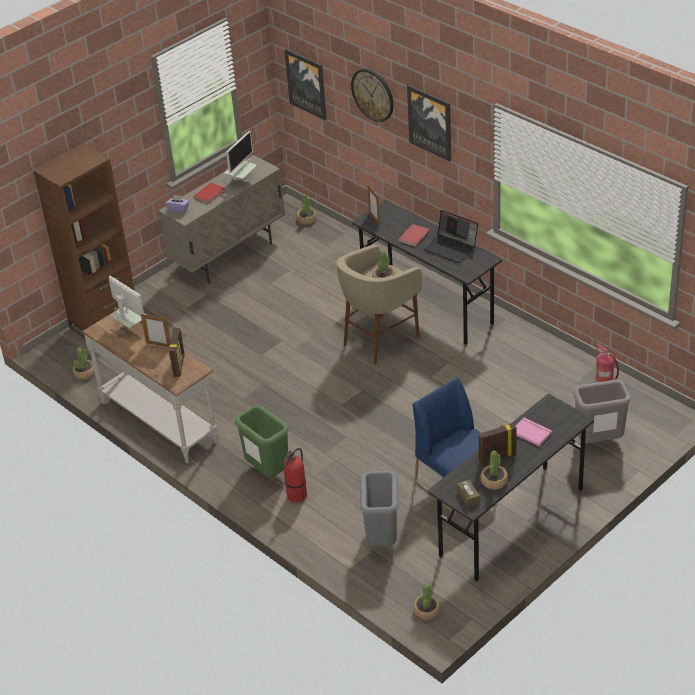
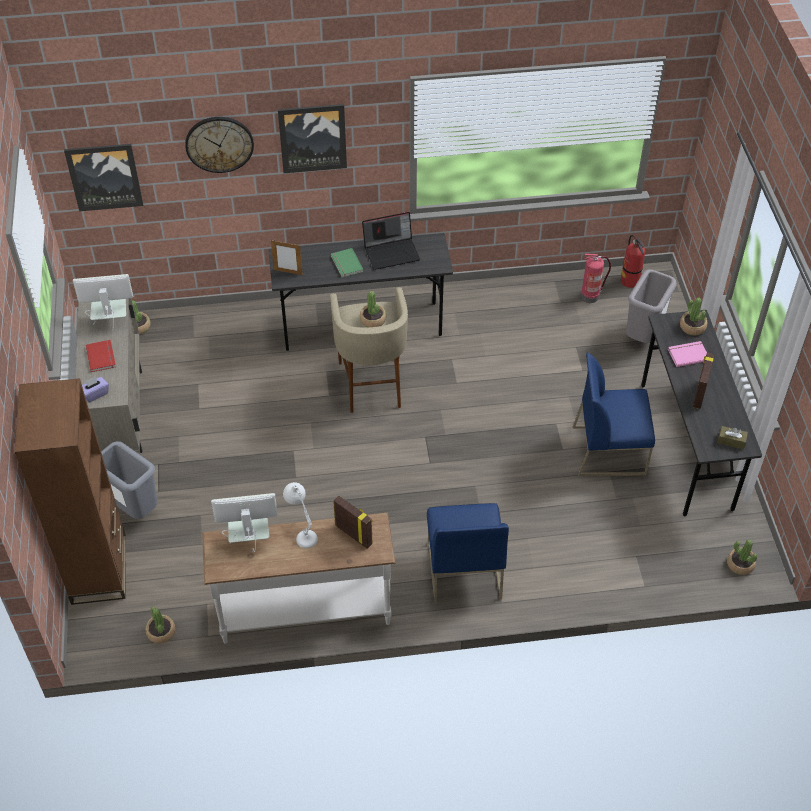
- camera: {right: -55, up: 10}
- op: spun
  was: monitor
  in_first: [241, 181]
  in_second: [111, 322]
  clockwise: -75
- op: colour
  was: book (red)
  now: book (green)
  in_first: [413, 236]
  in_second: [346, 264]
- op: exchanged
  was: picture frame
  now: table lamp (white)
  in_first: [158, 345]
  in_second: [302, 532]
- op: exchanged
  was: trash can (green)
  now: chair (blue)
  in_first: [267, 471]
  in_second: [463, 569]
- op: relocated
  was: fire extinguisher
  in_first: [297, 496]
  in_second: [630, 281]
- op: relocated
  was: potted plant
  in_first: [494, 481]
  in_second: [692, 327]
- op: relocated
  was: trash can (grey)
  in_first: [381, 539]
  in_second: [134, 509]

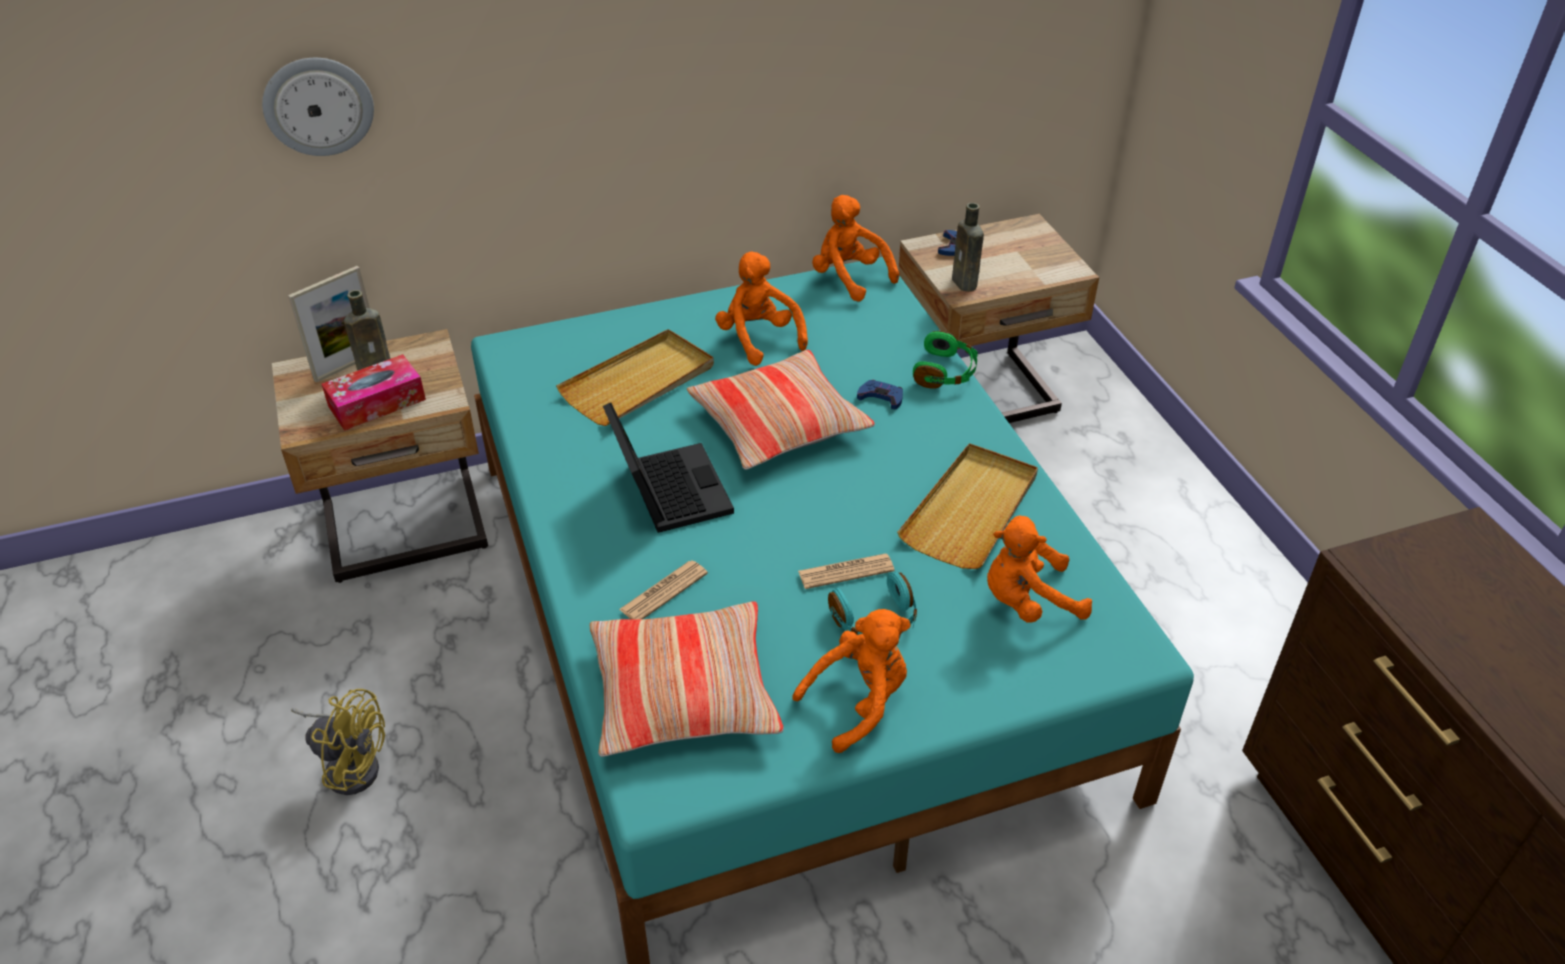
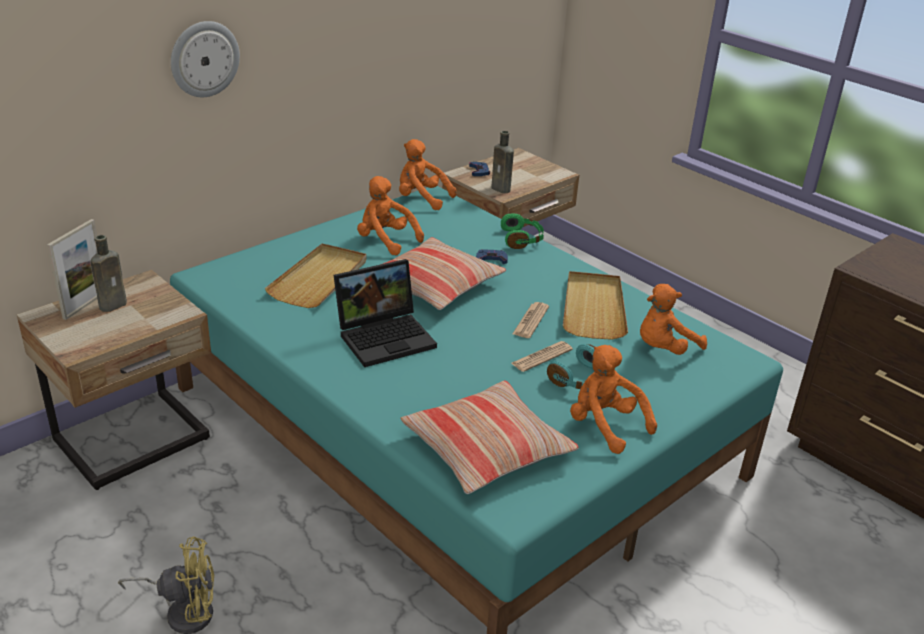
- camera: {right: -25, up: -10}
- op: relocated
  was: wall clock
  in_first: [318, 106]
  in_second: [204, 59]
- op: missing
  was: tissue box
  in_first: [377, 403]
- op: spun
  was: laptop
  in_first: [667, 490]
  in_second: [386, 336]
  clockwise: 105
- op: relocated
  was: newspaper
  in_first: [663, 592]
  in_second: [530, 321]
- op: spun
  was: plush toy (orange)
  in_first: [859, 702]
  in_second: [605, 425]
  clockwise: -75

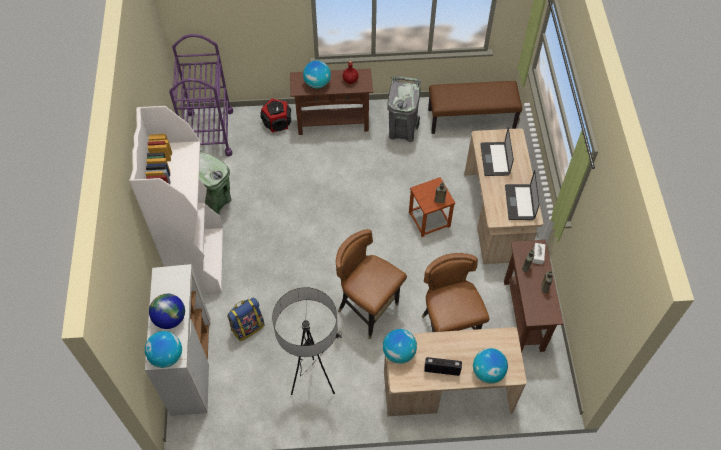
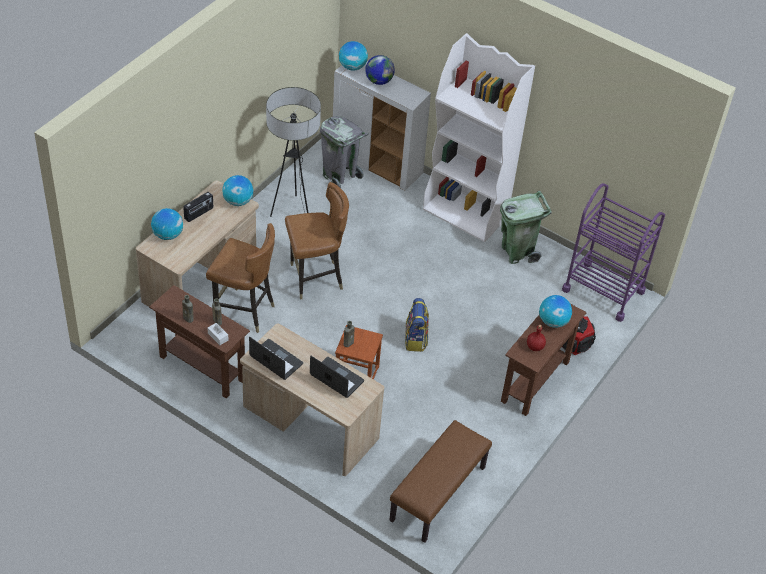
- camera: {right: 125, up: -10}
- op: relocated
  was: trash can (grey)
  in_first: [402, 131]
  in_second: [340, 176]
- op: relocated
  was: backpack
  in_first: [247, 326]
  in_second: [416, 340]

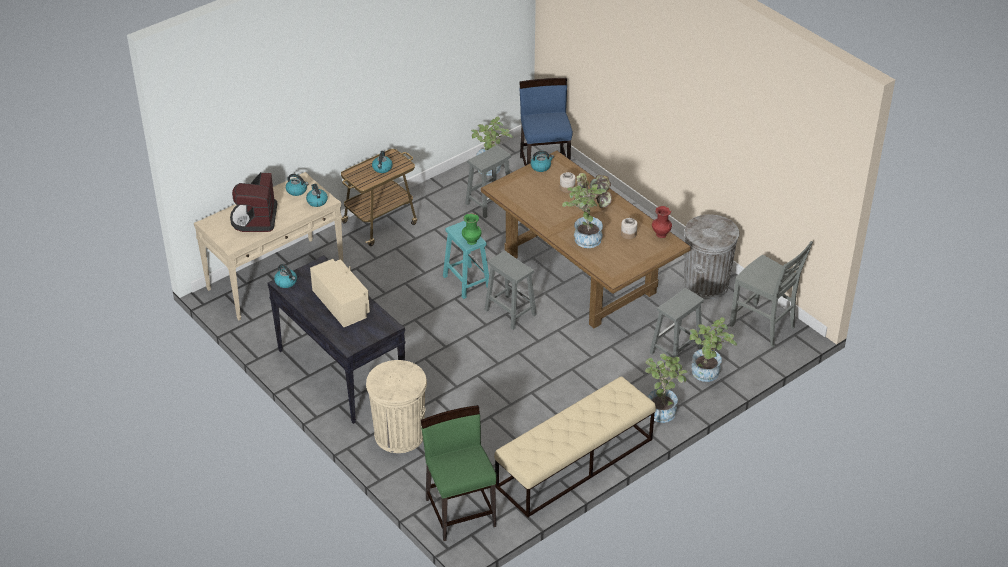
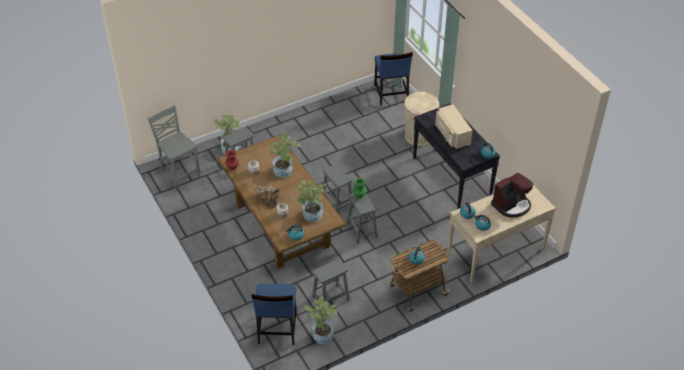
- camera: {right: -170, up: 5}
- op: spun
  was: coffee machine
  in_first: [255, 218]
  in_second: [511, 205]
  clockwise: 45
- op: missing
  was: trash can (grey)
  in_first: [705, 284]
- op: colour
  was: stool (turquoise)
  now: stool (grey)
  in_first: [466, 281]
  in_second: [362, 231]
- op: relocated
  was: potted plant
  in_first: [662, 409]
  in_second: [311, 216]
- op: missing
  was: bench (beige)
  in_first: [574, 463]
- op: colour
  was: chair (green)
  now: chair (blue)
  in_first: [461, 512]
  in_second: [391, 94]

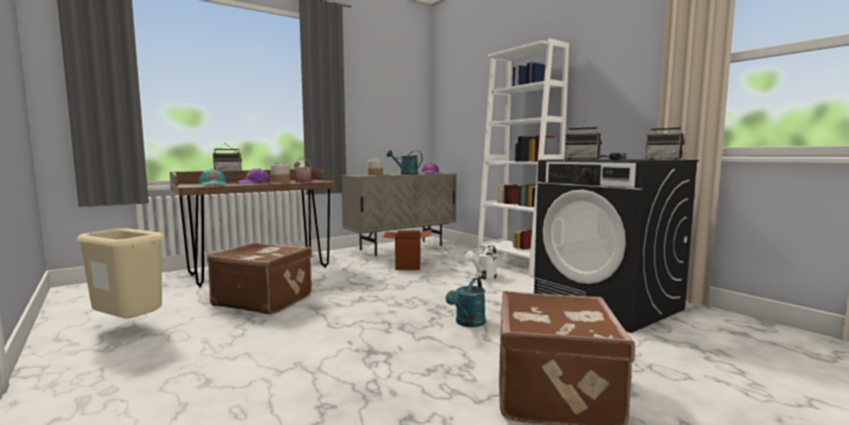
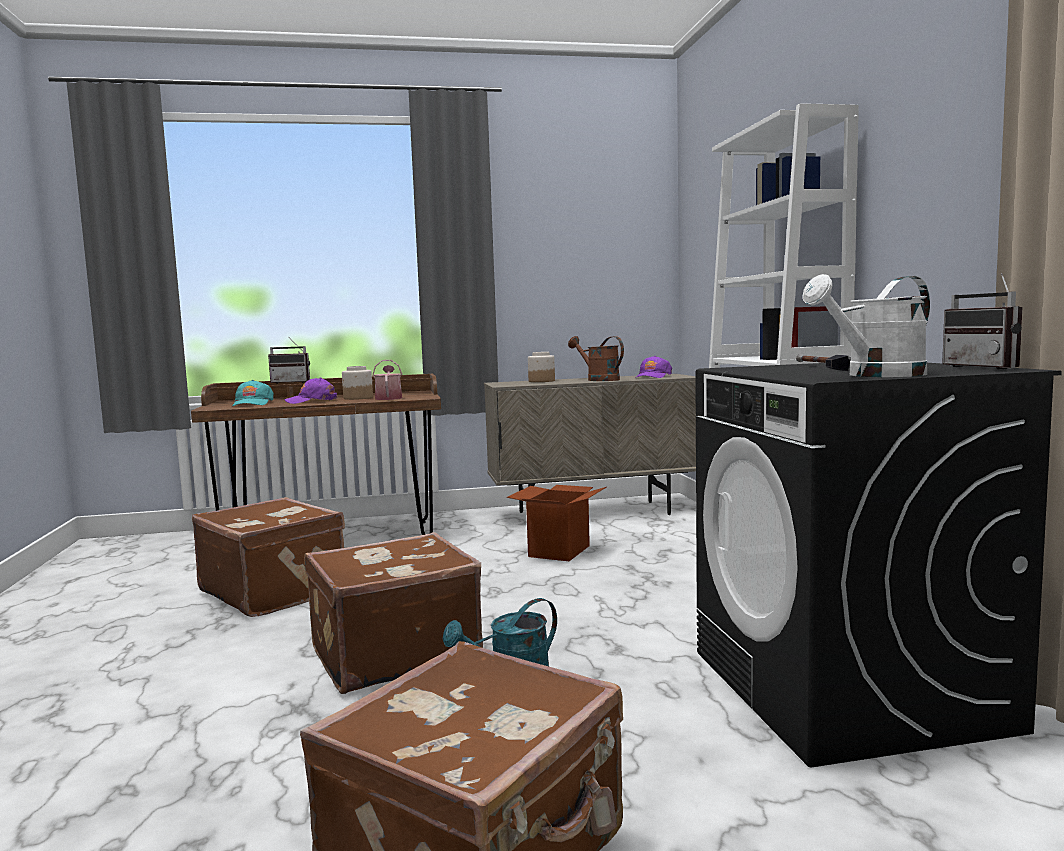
- camera: {right: 25, up: 0}
- op: missing
  was: radio
  in_first: [583, 159]
- op: colour
  was: watering can (turquoise)
  now: watering can (brown)
  in_first: [406, 174]
  in_second: [598, 379]
- op: missing
  was: trash can (beige)
  in_first: [130, 327]
- op: relocated
  was: watering can (white)
  in_first: [483, 277]
  in_second: [876, 375]
- op: appeared
  now: suitcase (brown)
  in_second: [393, 654]

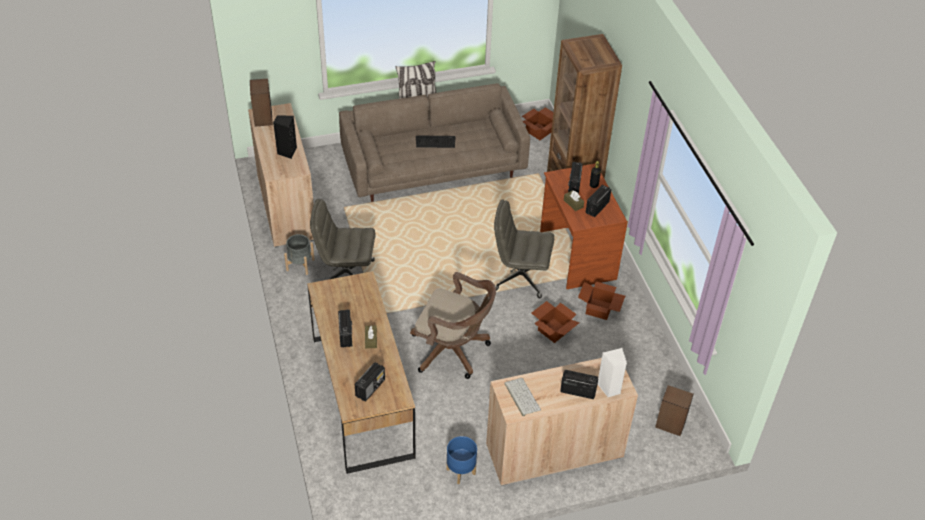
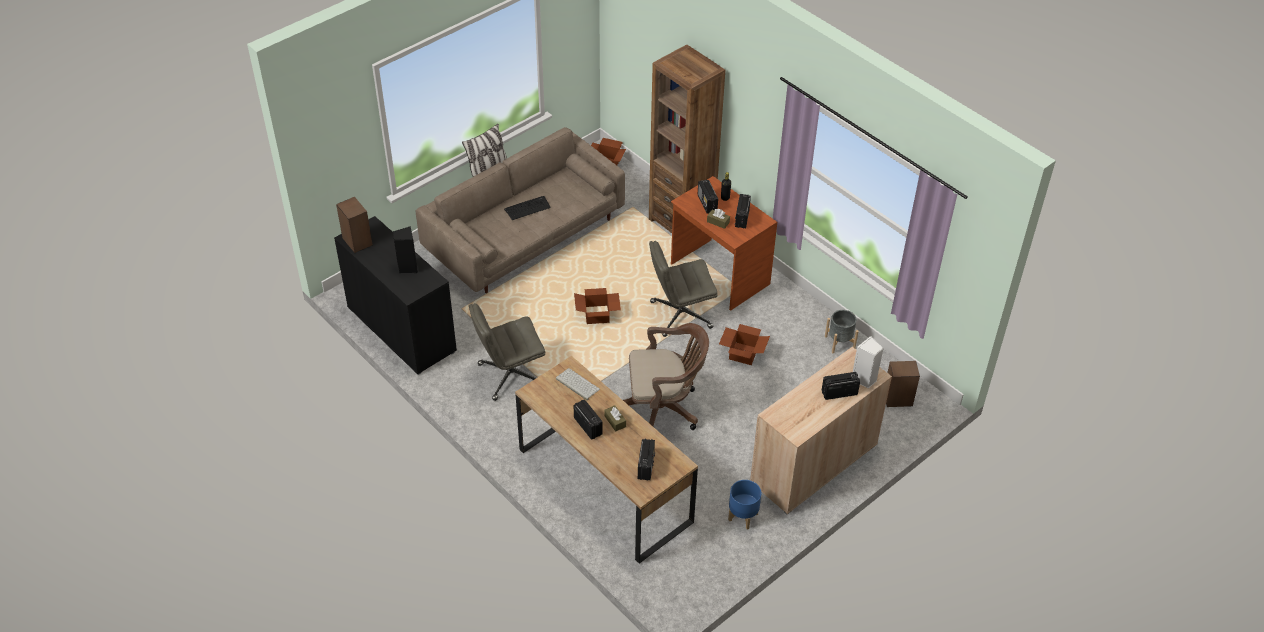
- camera: {right: -25, up: 0}
- op: colour
  was: cabinet (beige)
  now: cabinet (black)
  in_first: [286, 207]
  in_second: [401, 329]
- op: relocated
  was: planter (grey)
  in_first: [300, 265]
  in_second: [839, 342]
- op: relocated
  was: cardboard box
  in_first: [599, 309]
  in_second: [598, 315]
- op: relocated
  was: keyboard
  in_first: [521, 396]
  in_second: [576, 384]

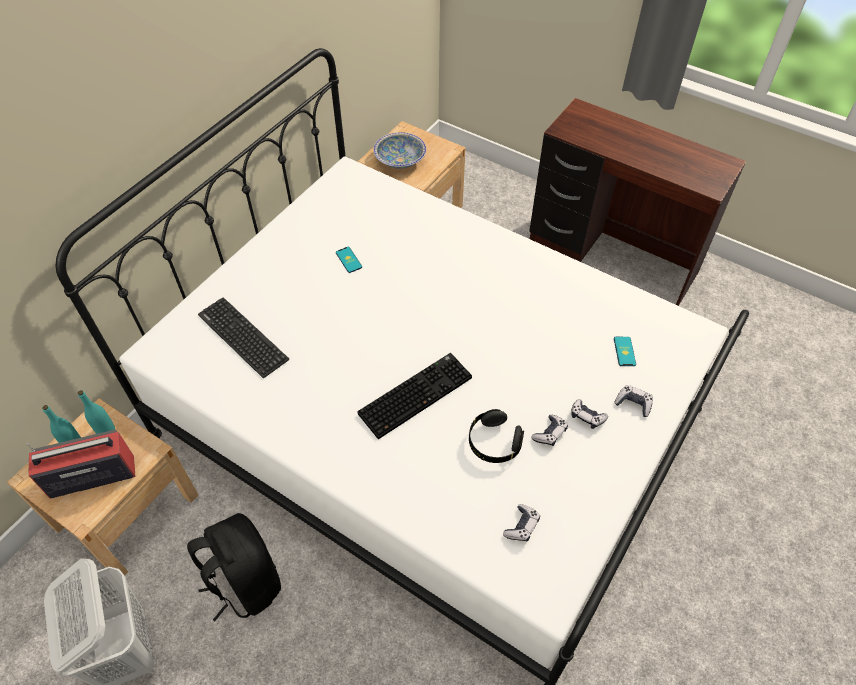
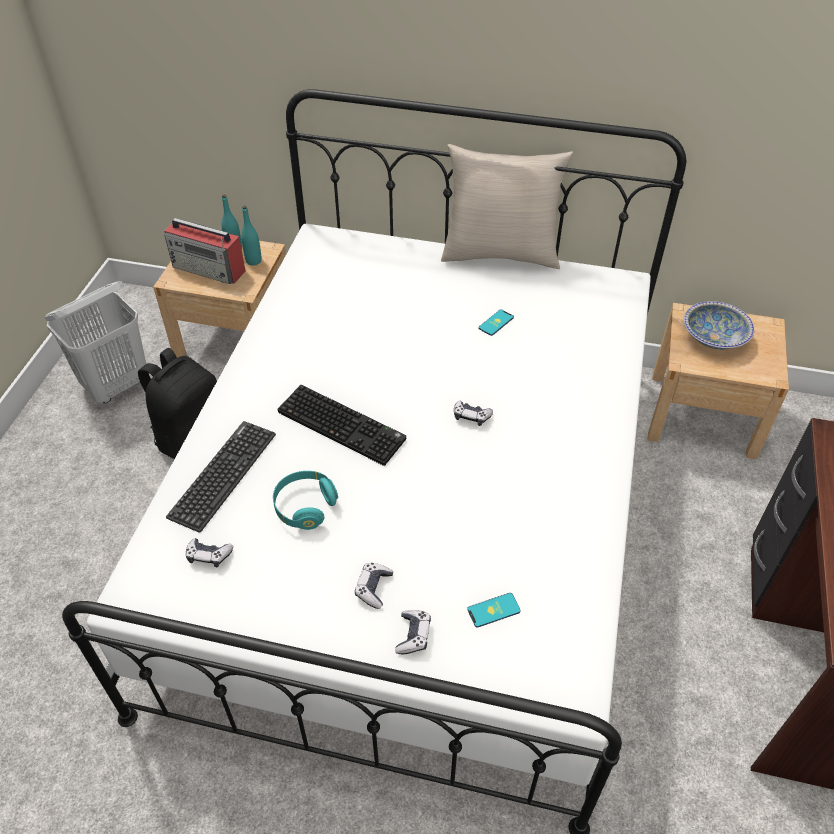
- camera: {right: 70, up: -5}
- op: relocated
  was: keyboard
  in_first: [242, 337]
  in_second: [223, 475]
- op: colour
  was: headphones (black)
  now: headphones (turquoise)
  in_first: [494, 443]
  in_second: [305, 507]
- op: relocated
  was: game controller
  in_first: [549, 433]
  in_second: [471, 416]
- op: spun
  was: radio
  in_first: [91, 476]
  in_second: [209, 269]
  clockwise: 150
- op: appeared
  now: pillow (beige)
  in_second: [500, 254]

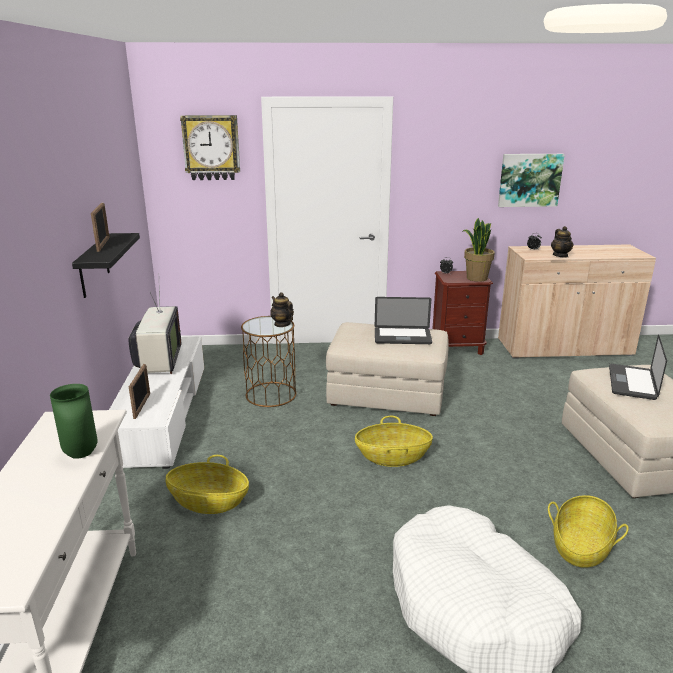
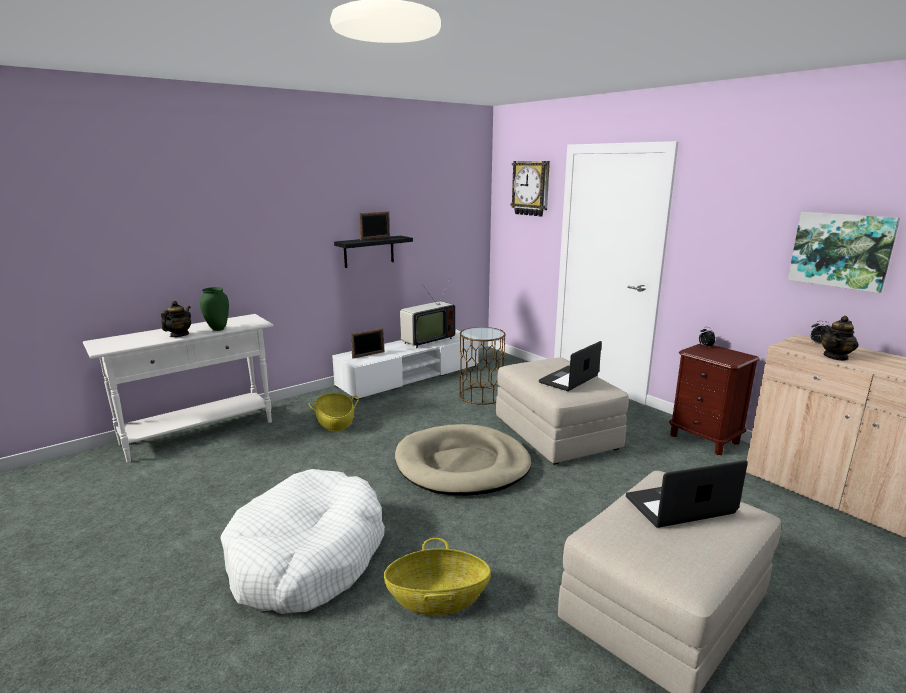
- camera: {right: 55, up: -5}
- op: missing
  was: potted plant
  in_first: [476, 278]
- op: relocated
  was: teapot
  in_first: [282, 324]
  in_second: [179, 335]
- op: spun
  was: laptop
  in_first: [402, 337]
  in_second: [569, 379]
  clockwise: 75
- op: exchanged
  was: basket
  now: dog bed (beige)
  in_first: [392, 457]
  in_second: [462, 465]

